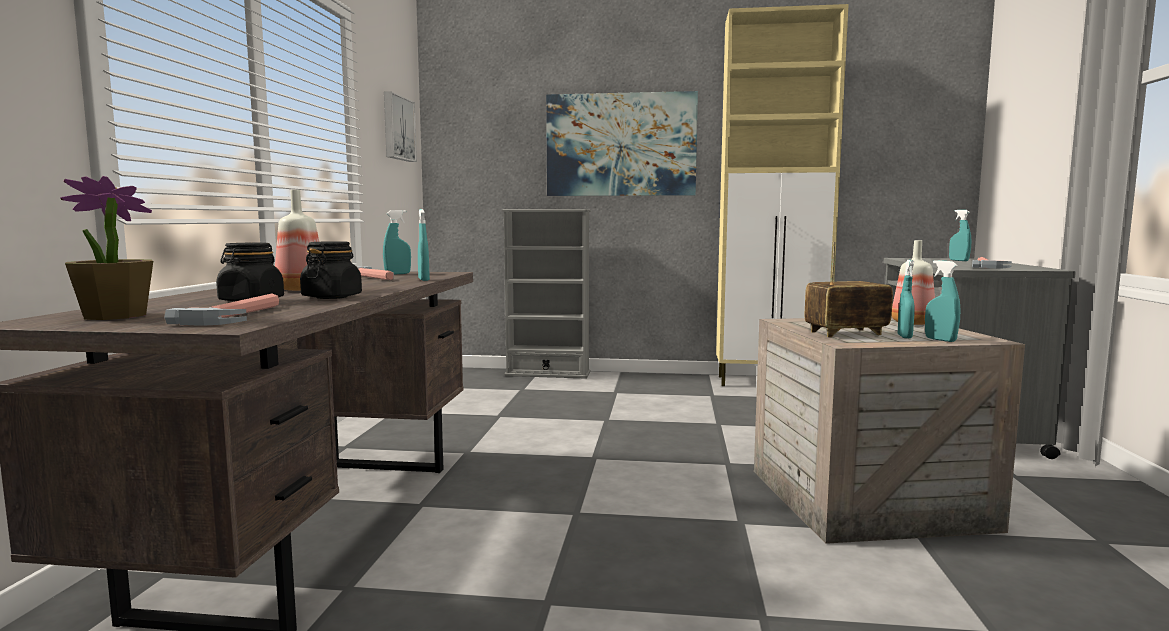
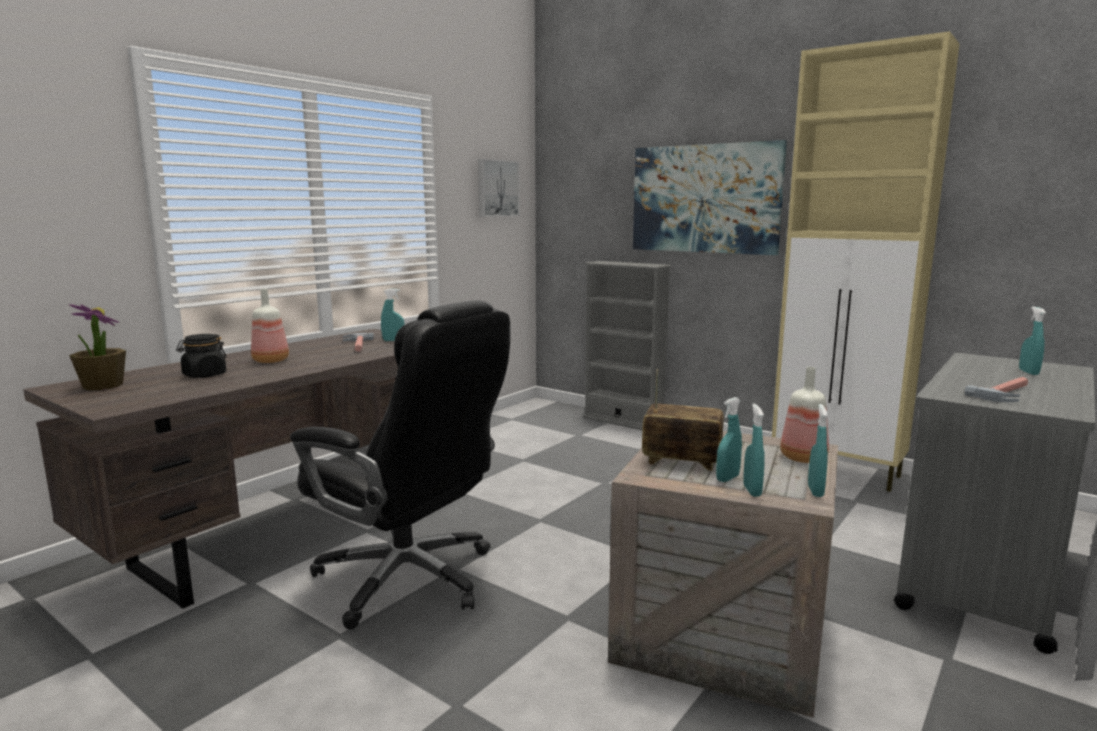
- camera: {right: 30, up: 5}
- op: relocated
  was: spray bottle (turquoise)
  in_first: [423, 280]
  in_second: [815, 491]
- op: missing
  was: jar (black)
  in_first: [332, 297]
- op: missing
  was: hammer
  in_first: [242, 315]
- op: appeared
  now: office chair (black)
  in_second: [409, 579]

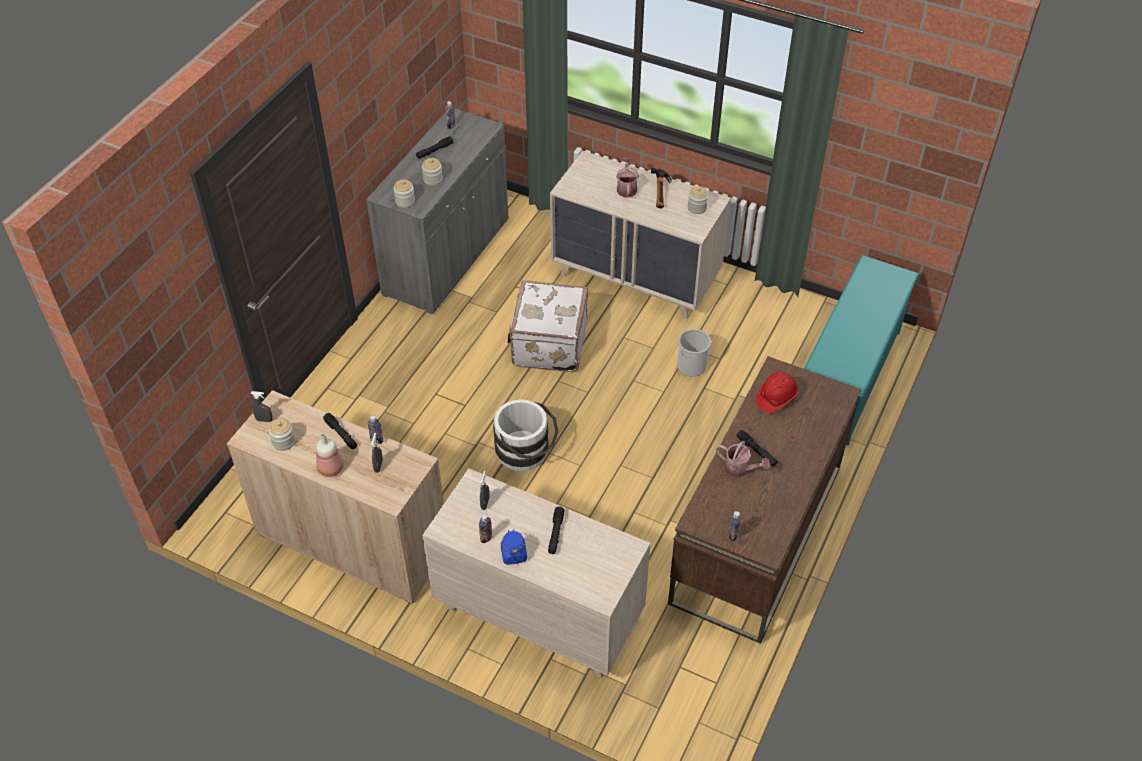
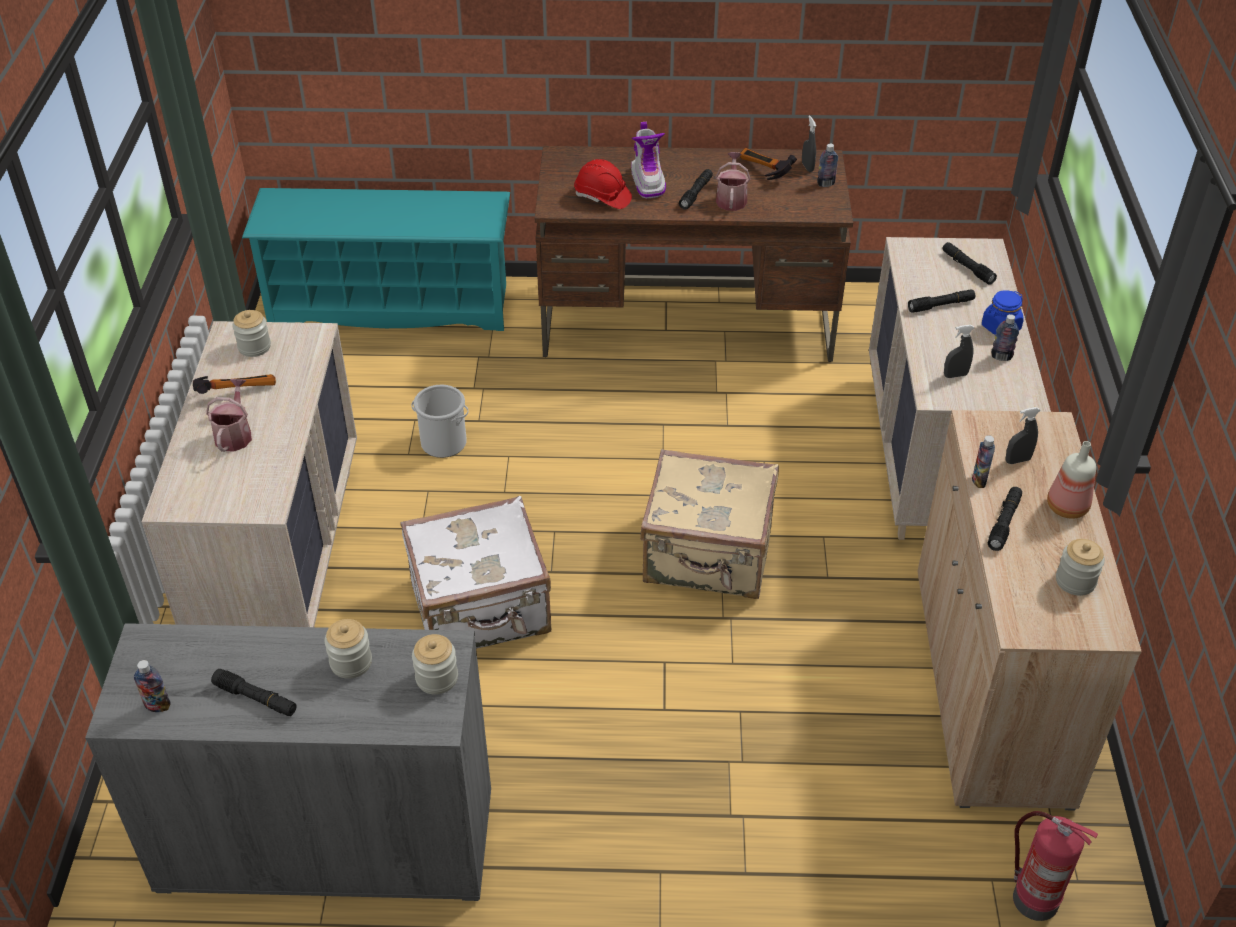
- camera: {right: -115, up: -5}
- op: spun
  was: watering can
  in_first: [626, 188]
  in_second: [234, 434]
  clockwise: 120
- op: relocated
  was: spray bottle (grey)
  in_first: [264, 420]
  in_second: [807, 167]
- op: exchanged
  was: bucket (white)
  now: suitcase (beige)
  in_first: [526, 454]
  in_second: [708, 556]
- op: appeared
  now: boot
  in_second: [648, 182]
- op: appeared
  now: hammer
  in_second: [761, 172]
- op: appeared
  now: flashlight (black)
  in_second: [967, 267]
- op: appeared
  now: fire extinguisher
  in_second: [1032, 899]

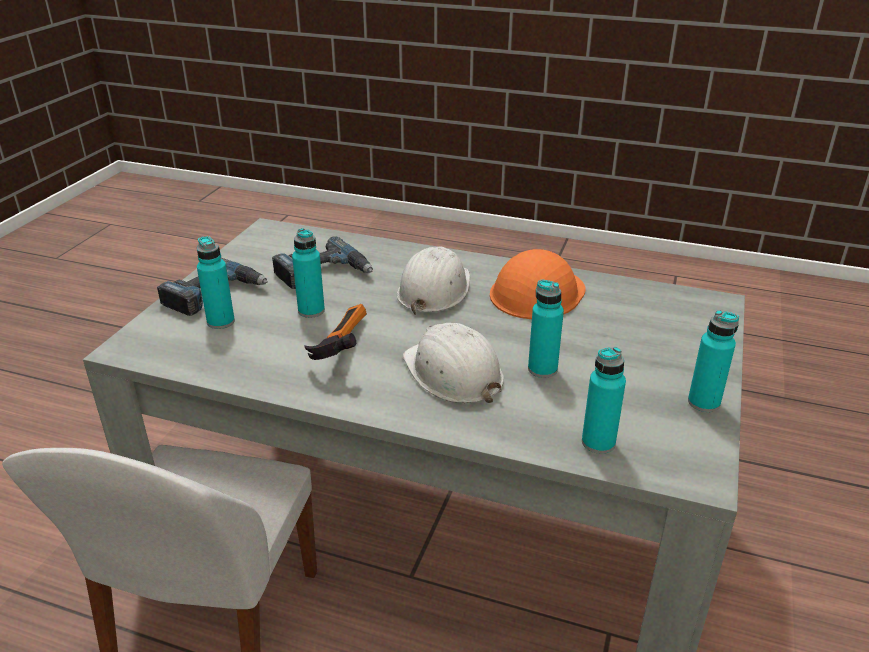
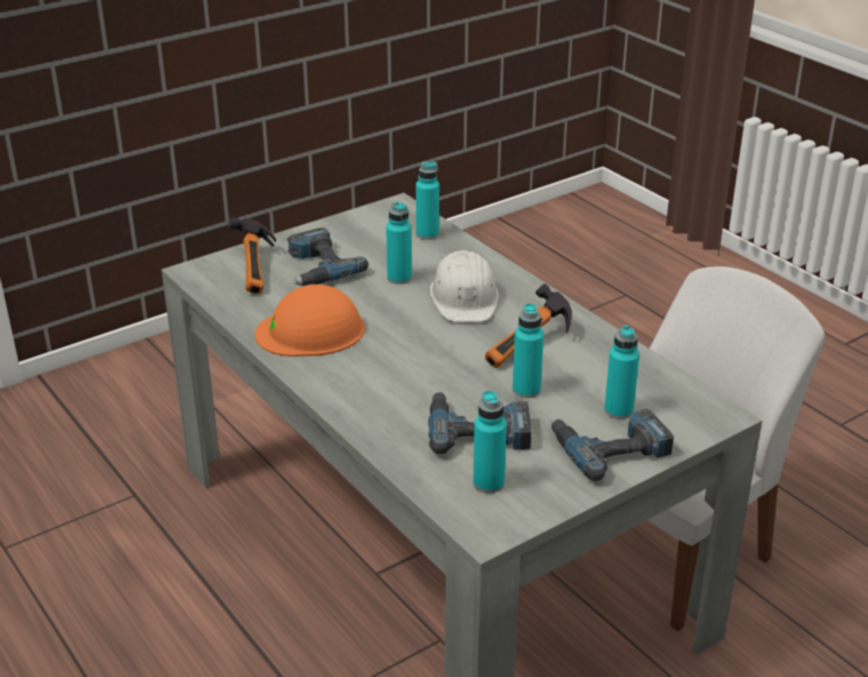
- camera: {right: -145, up: 0}
- op: missing
  was: hard hat (white)
  in_first: [434, 290]
- op: relocated
  was: bottle (turquoise)
  in_first: [703, 402]
  in_second: [488, 483]
- op: appeared
  now: hammer
  in_second: [259, 270]
- op: appeared
  now: power drill
  in_second: [317, 267]

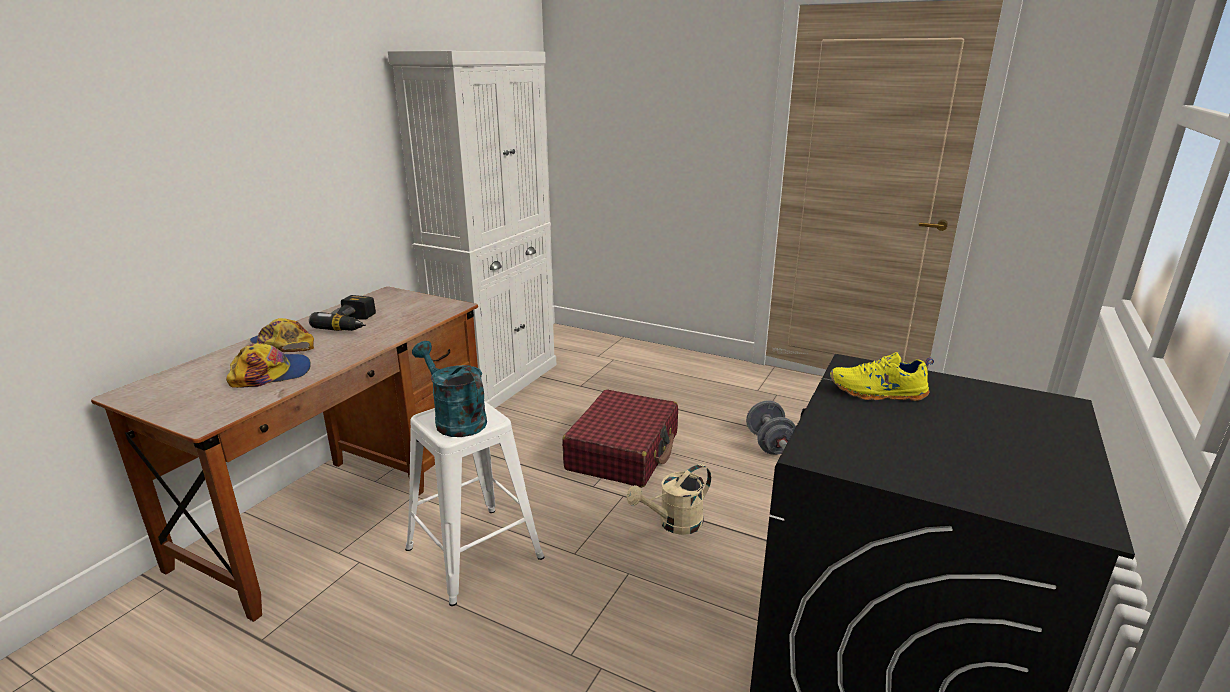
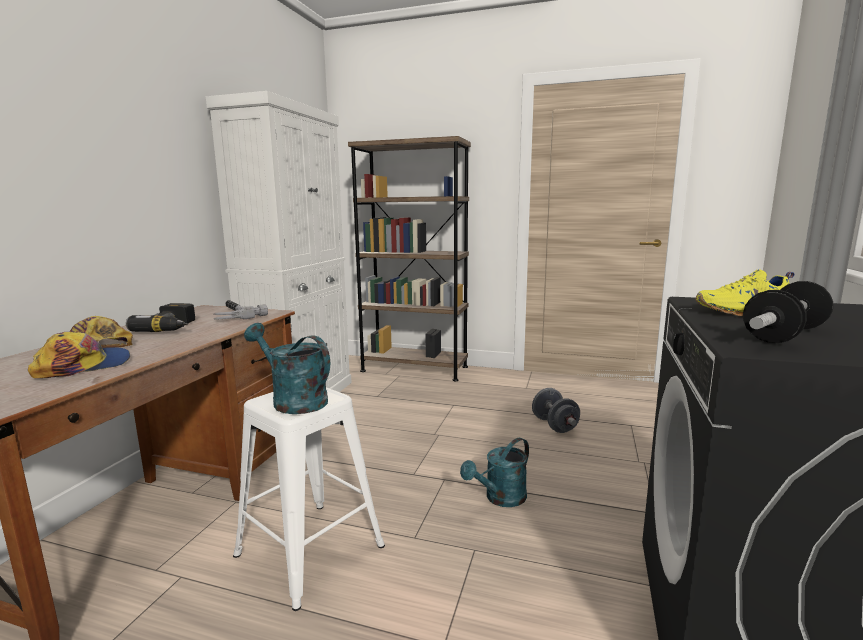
- camera: {right: -10, up: -10}
- op: missing
  was: suitcase (red)
  in_first: [623, 452]
- op: colour
  was: watering can (beige)
  now: watering can (turquoise)
  in_first: [674, 524]
  in_second: [500, 498]
- op: appeared
  now: bookcase (brown)
  in_second: [414, 369]
- op: appeared
  now: dumbbell
  in_second: [784, 335]
- op: appeared
  now: hammer
  in_second: [233, 314]

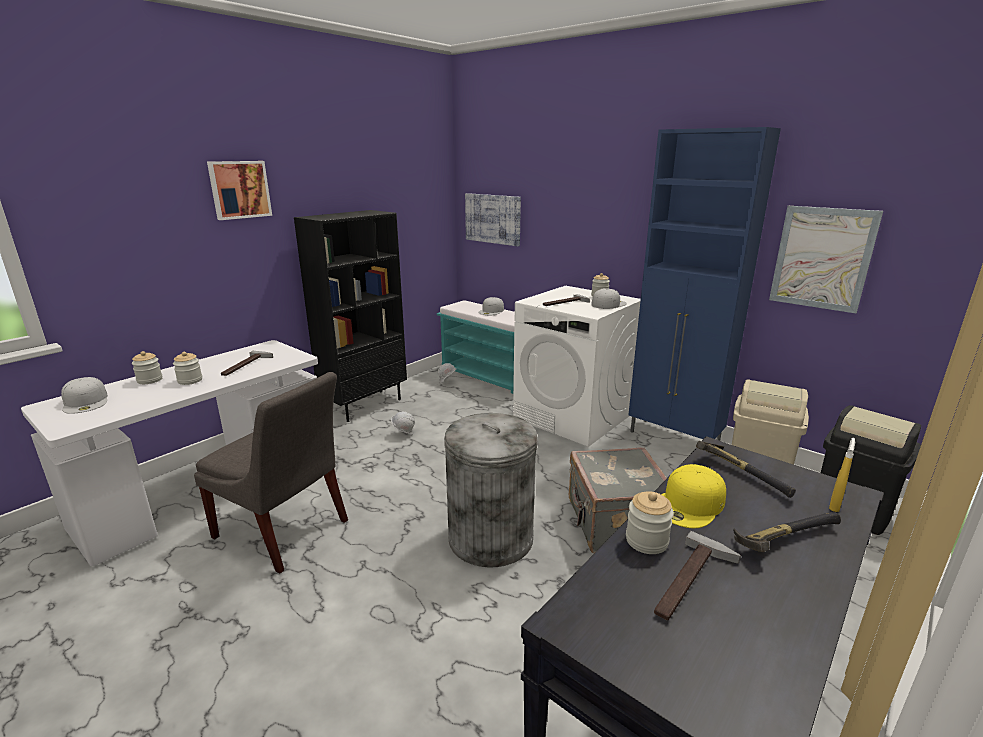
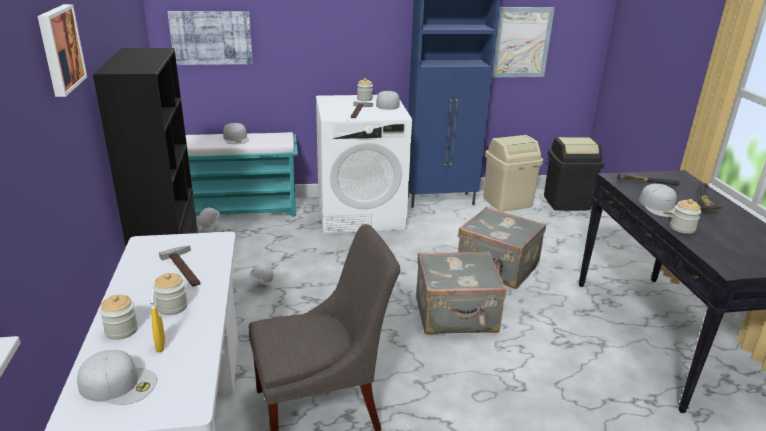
- camera: {right: -50, up: 5}
- op: exchanged
  was: trash can (grey)
  now: suitcase (grey)
  in_first: [491, 538]
  in_second: [456, 315]
- op: relocated
  was: spray bottle (yellow)
  in_first: [834, 505]
  in_second: [160, 345]
- op: colour
  was: cap (yellow)
  now: cap (white)
  in_first: [690, 504]
  in_second: [660, 206]
- op: missing
  was: hammer
  in_first: [692, 582]

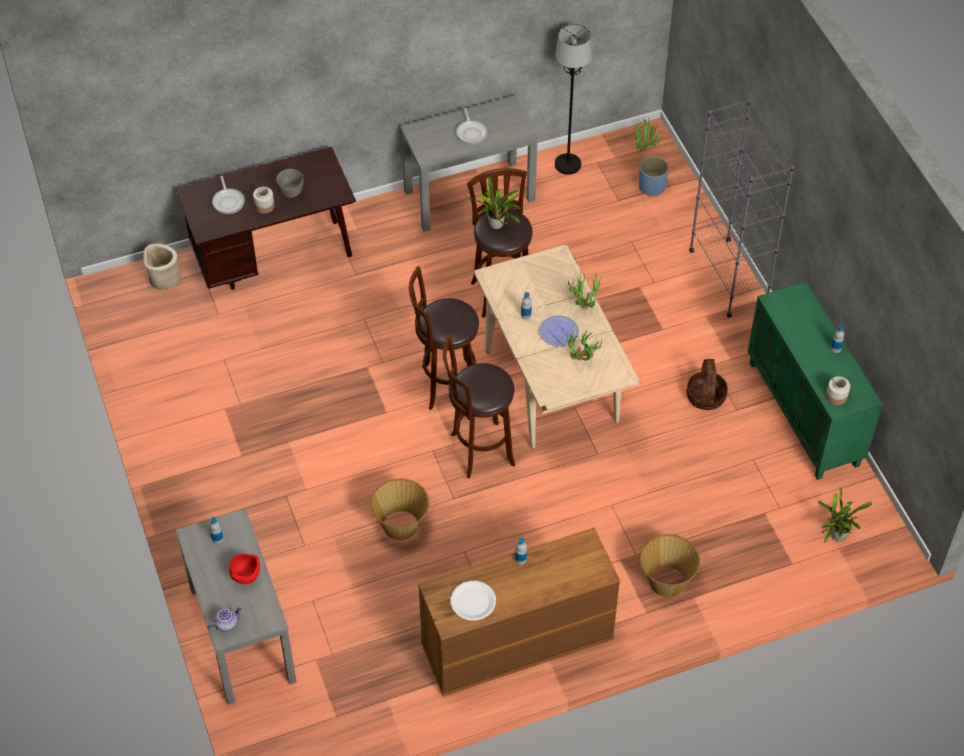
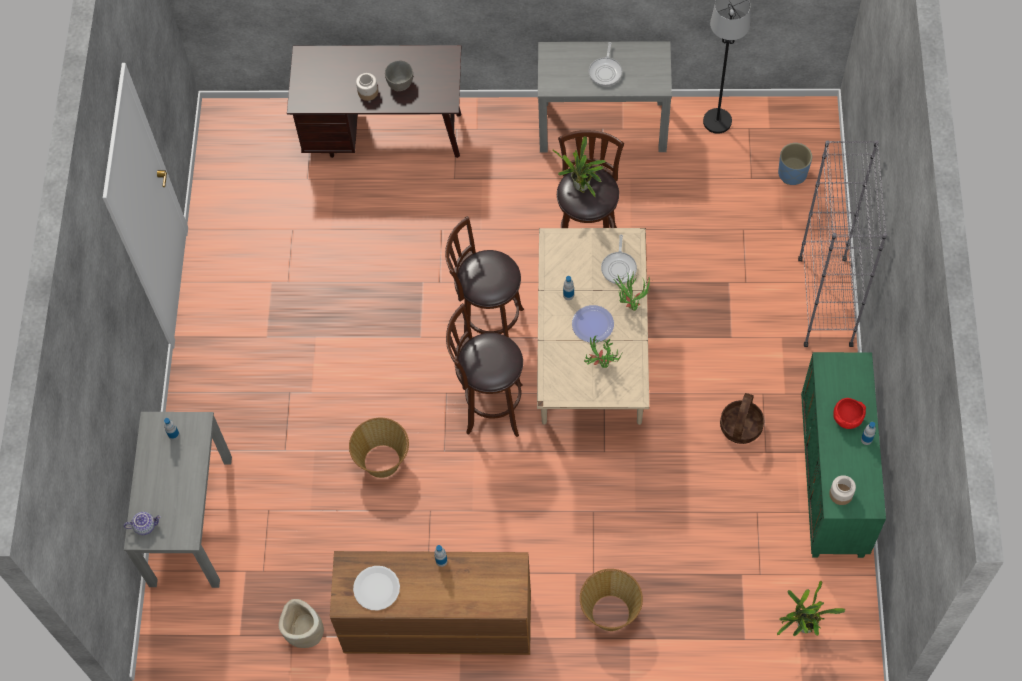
- camera: {right: 25, up: 10}
- op: missing
  was: potted plant
  in_first: [645, 148]
- op: relocated
  was: frying pan
  in_first: [228, 201]
  in_second: [619, 267]
- op: relocated
  was: planter (beige)
  in_first: [164, 278]
  in_second: [304, 631]
- op: relocated
  was: bowl (red)
  in_first: [246, 575]
  in_second: [847, 418]

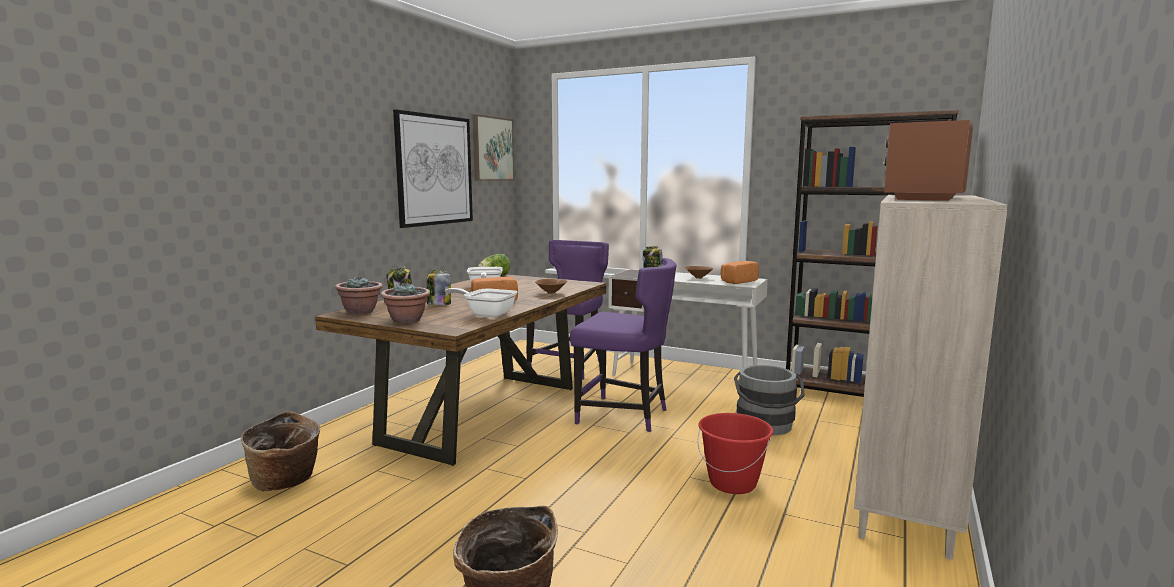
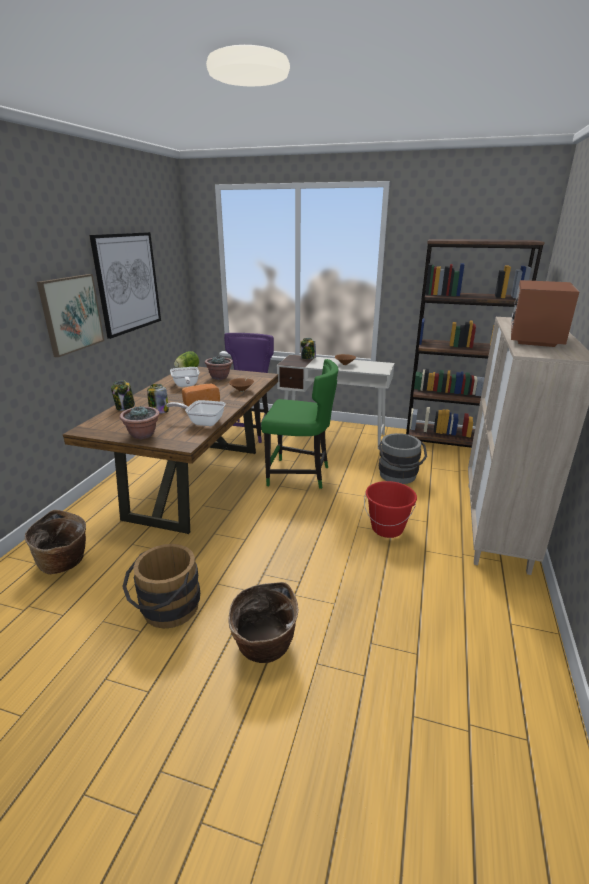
- camera: {right: -10, up: 15}
- op: relocated
  was: picture
  in_first: [492, 149]
  in_second: [71, 314]
- op: colour
  was: chair (purple)
  now: chair (green)
  in_first: [624, 416]
  in_second: [300, 475]
- op: missing
  was: bread
  in_first: [737, 281]
- op: relocated
  was: potted plant
  in_first: [361, 312]
  in_second: [220, 377]
- op: appeared
  now: bucket (brown)
  in_second: [166, 611]

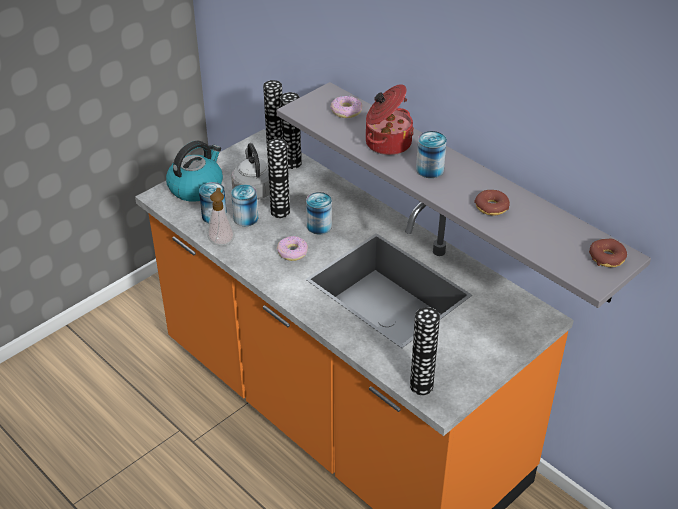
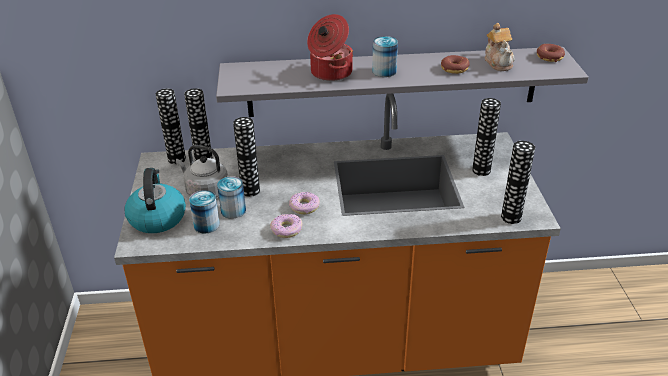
- camera: {right: -50, up: -5}
- op: relocated
  was: donut
  in_first: [346, 111]
  in_second: [287, 230]
- op: missing
  was: soap dispenser
  in_first: [222, 241]
- op: missing
  was: can
  in_first: [319, 226]
- op: appeared
  now: teapot
  in_second: [498, 62]
- op: appeared
  now: vase
  in_second: [481, 170]

